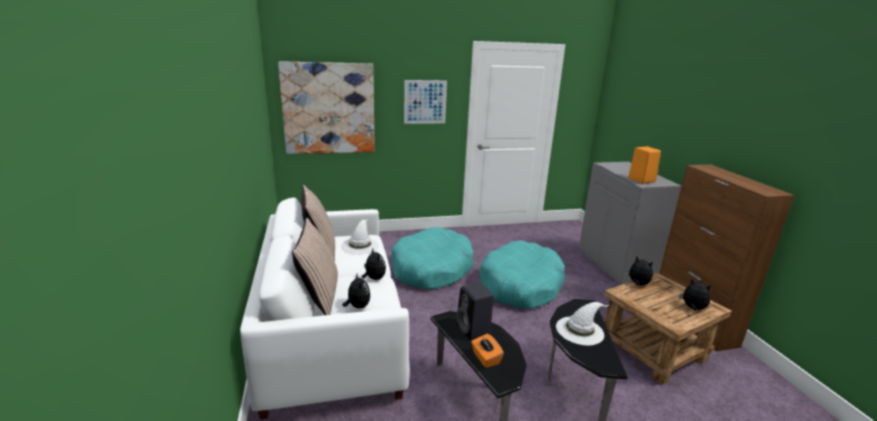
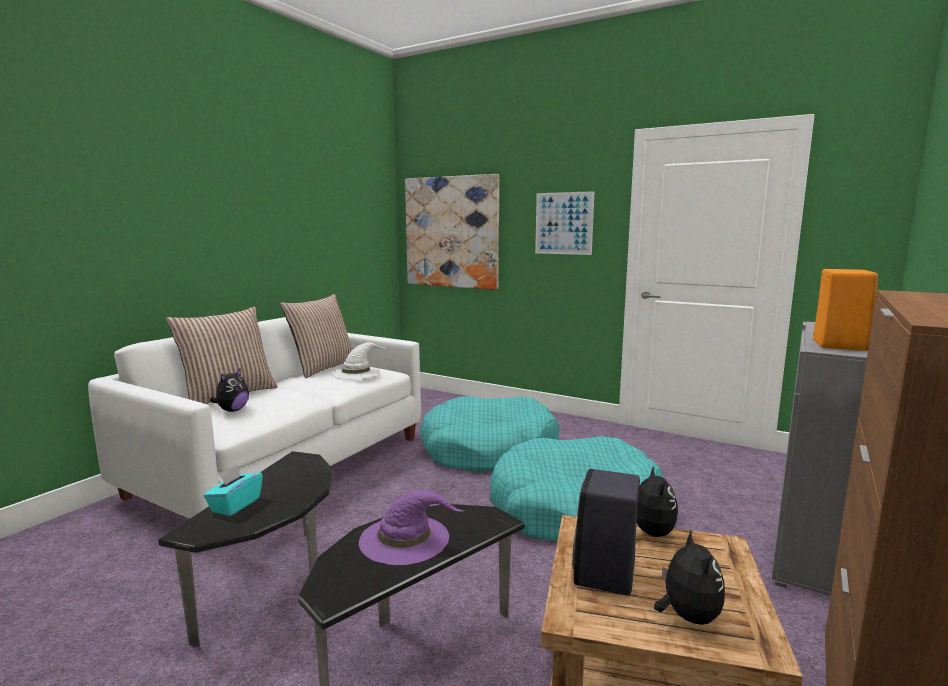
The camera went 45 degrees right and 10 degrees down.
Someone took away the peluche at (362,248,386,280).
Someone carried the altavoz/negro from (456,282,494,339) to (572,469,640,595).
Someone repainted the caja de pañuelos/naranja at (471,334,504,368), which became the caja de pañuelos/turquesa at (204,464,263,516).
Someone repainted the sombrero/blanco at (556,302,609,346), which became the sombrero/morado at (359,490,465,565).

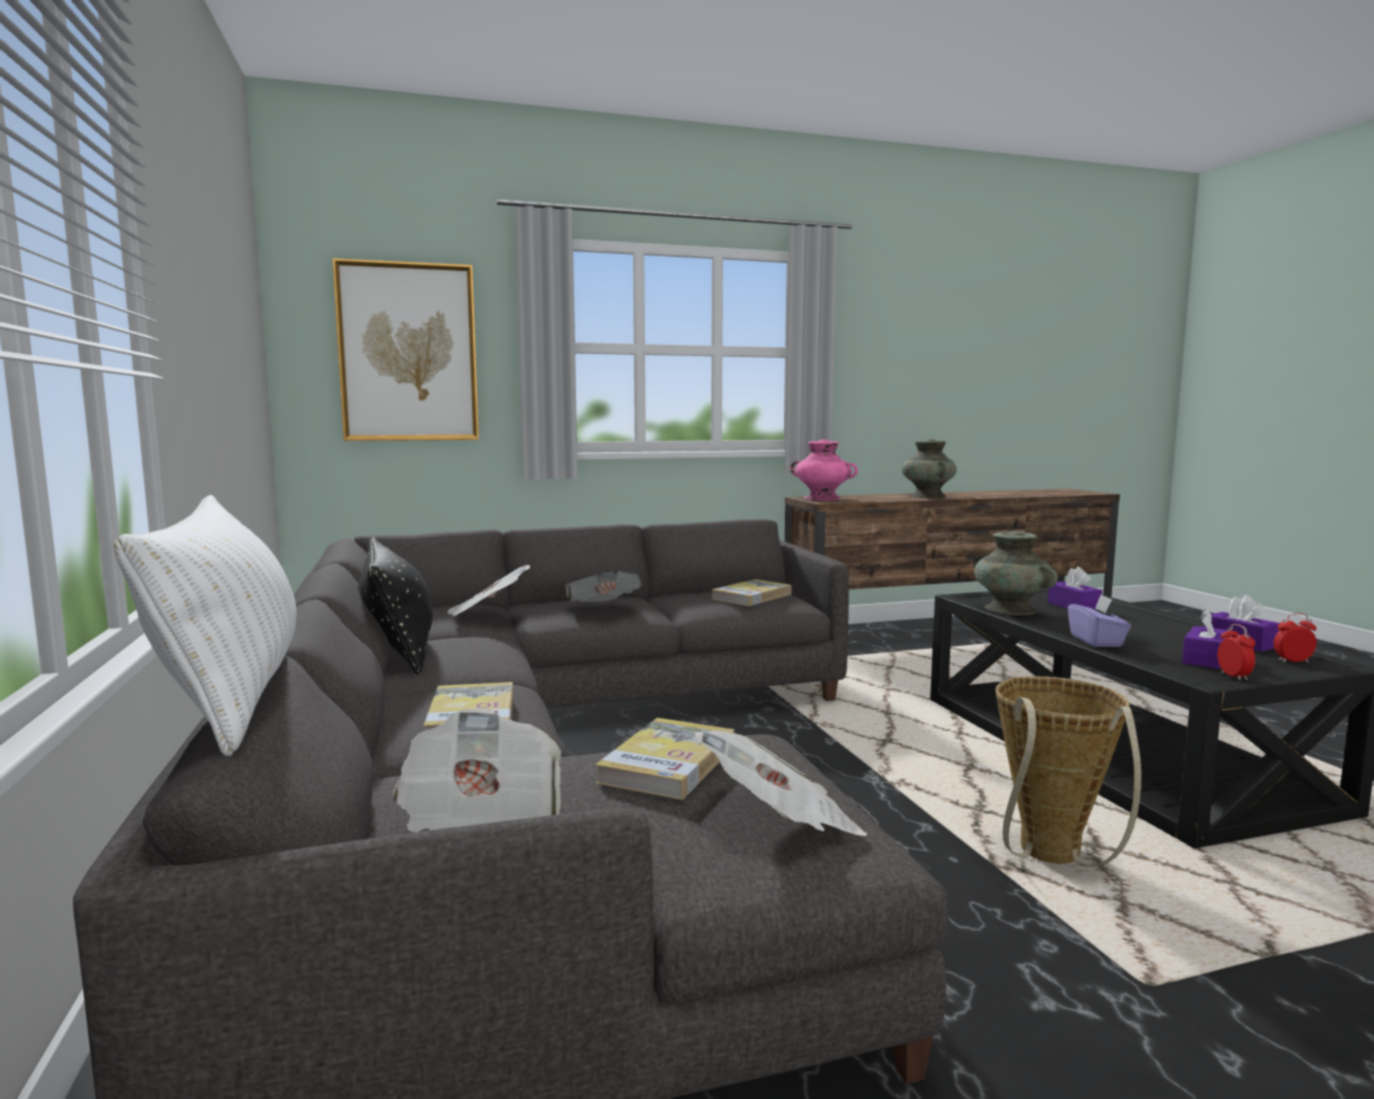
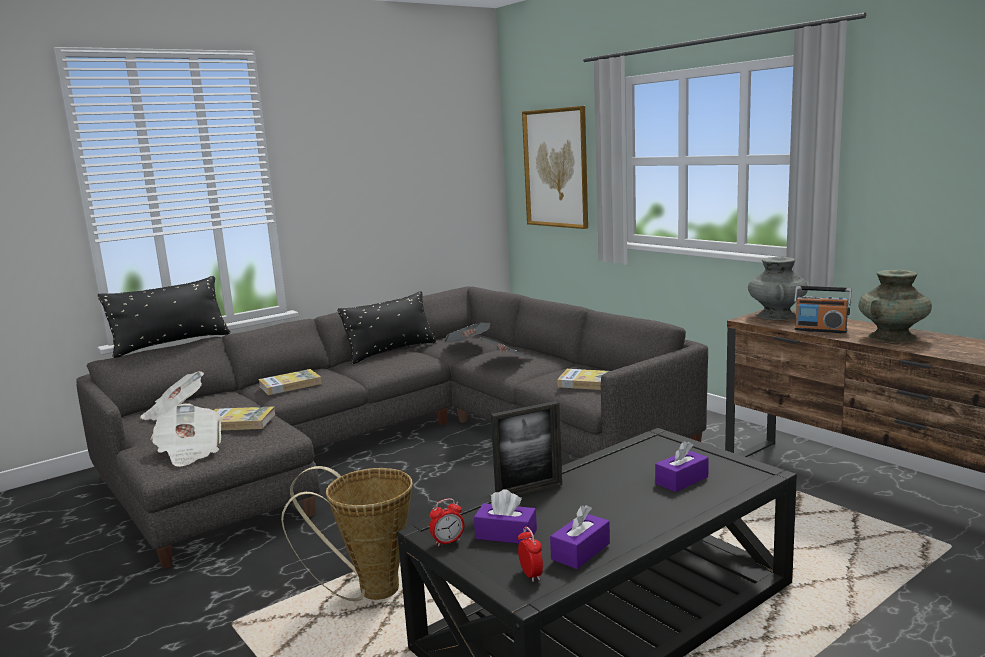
The camera went 70 degrees right and 5 degrees up.
Someone repainted the cojín/blanco at (113,495,297,756), which became the cojín/negro at (98,276,230,358).
Someone repainted the florero/rosa at (790,440,858,501), which became the florero/gris at (748,257,808,320).
Someone took away the florero/turquesa at (973,531,1058,615).
Someone swapped the caja de pañuelos/morado at (1068,594,1131,647) for the portarretratos at (491,401,562,496).
Someone put down the radio at (794,286,852,333).

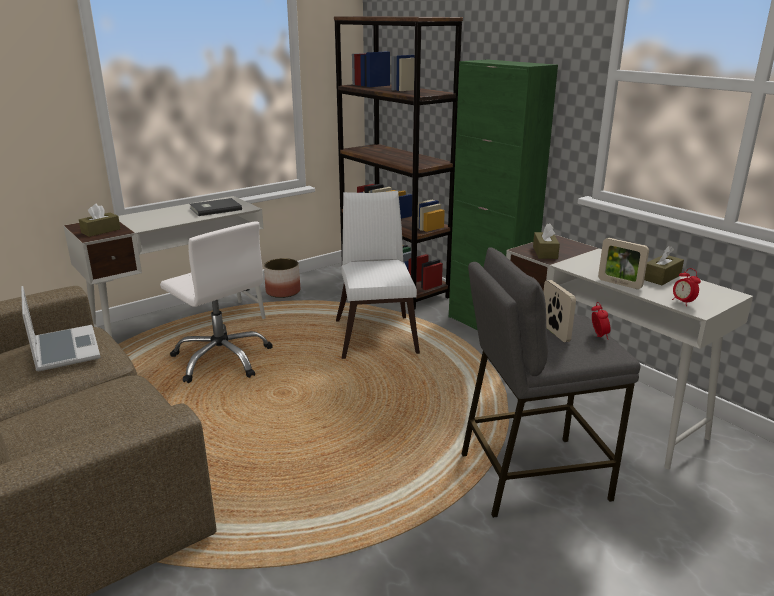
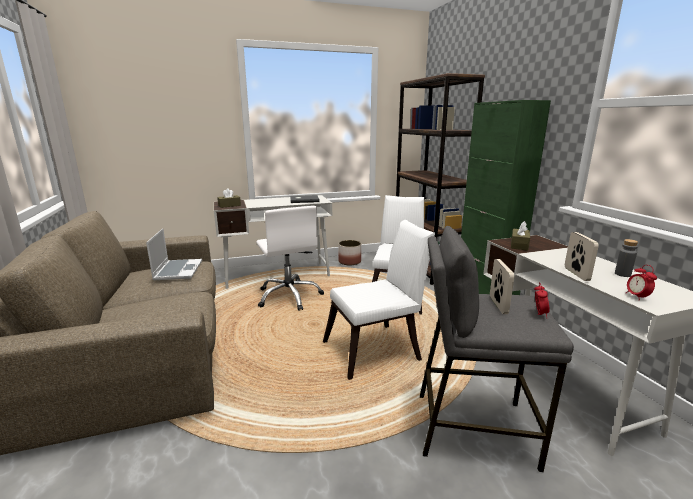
The camera went 20 degrees right and 5 degrees down.
Someone rotated the portarretratos at (598,238,649,289) by 150 degrees counterclockwise.
Someone swapped the caja de pañuelos/marrón at (644,246,684,285) for the botella/gris at (615,239,638,277).
Someone put down the silla/blanco at (323,220,435,380).

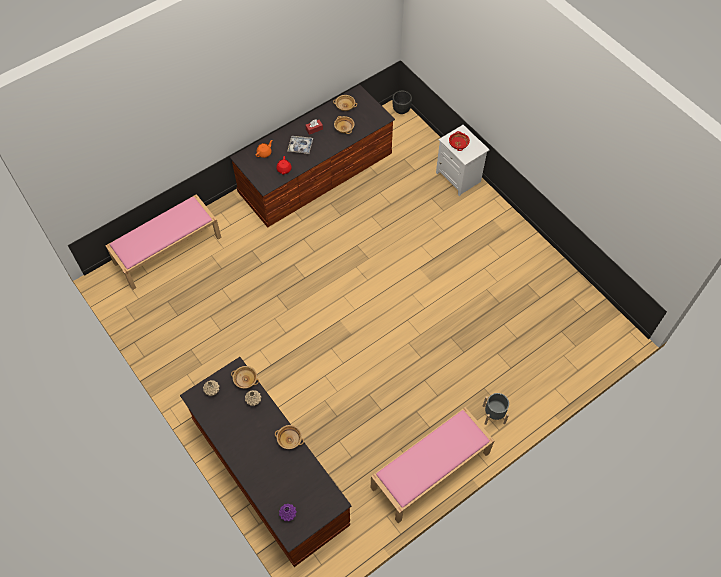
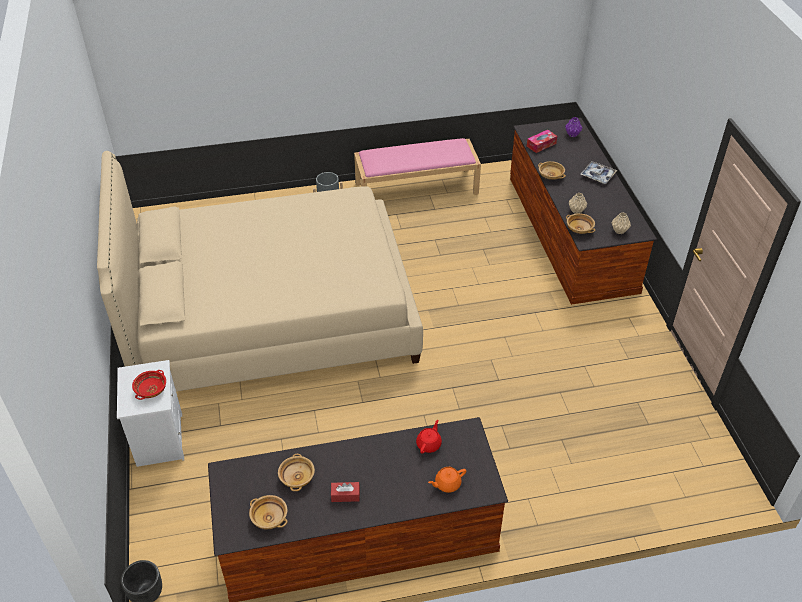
The camera went 155 degrees left and 15 degrees down.
Someone took away the banco/rosa at (106,194,221,290).
Someone carried the bandeja from (288,136,313,154) to (580,161,617,184).
Someone put down the cama/beis at (97,151,423,392).
Someone put down the caja de pañuelos at (527,130,557,153).

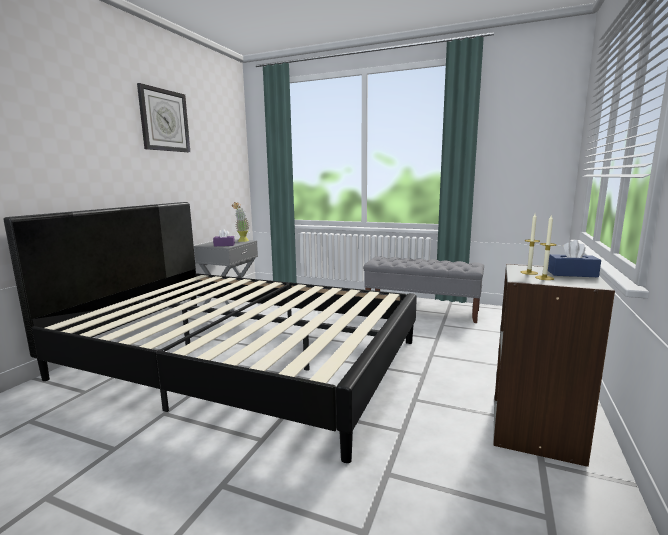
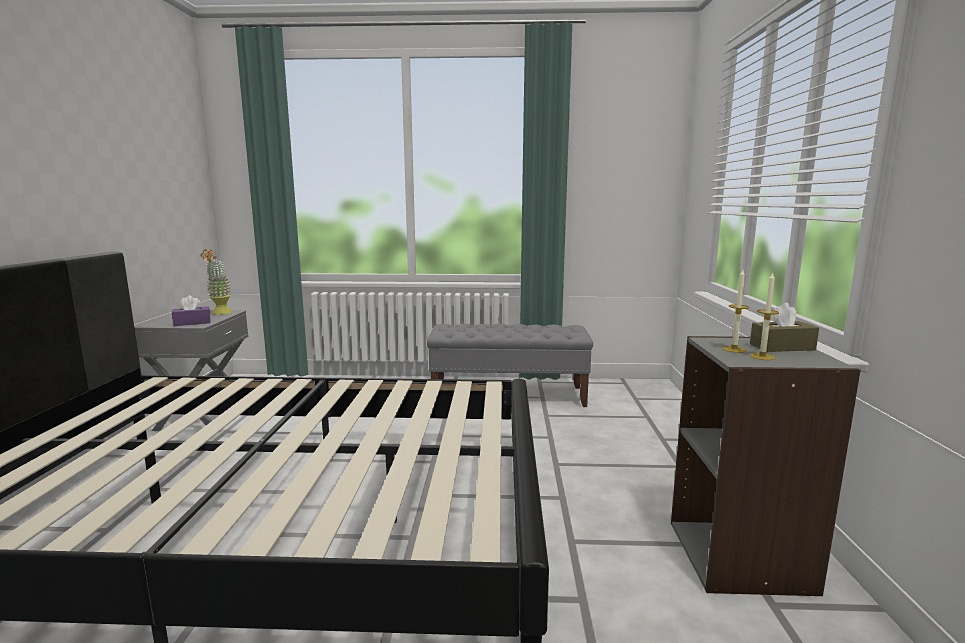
The camera went 20 degrees left and 0 degrees up.
Someone took away the reloj de pared at (137,83,190,152).
Someone repainted the caja de pañuelos/azul at (548,240,601,277), which became the caja de pañuelos/marrón at (750,303,819,352).

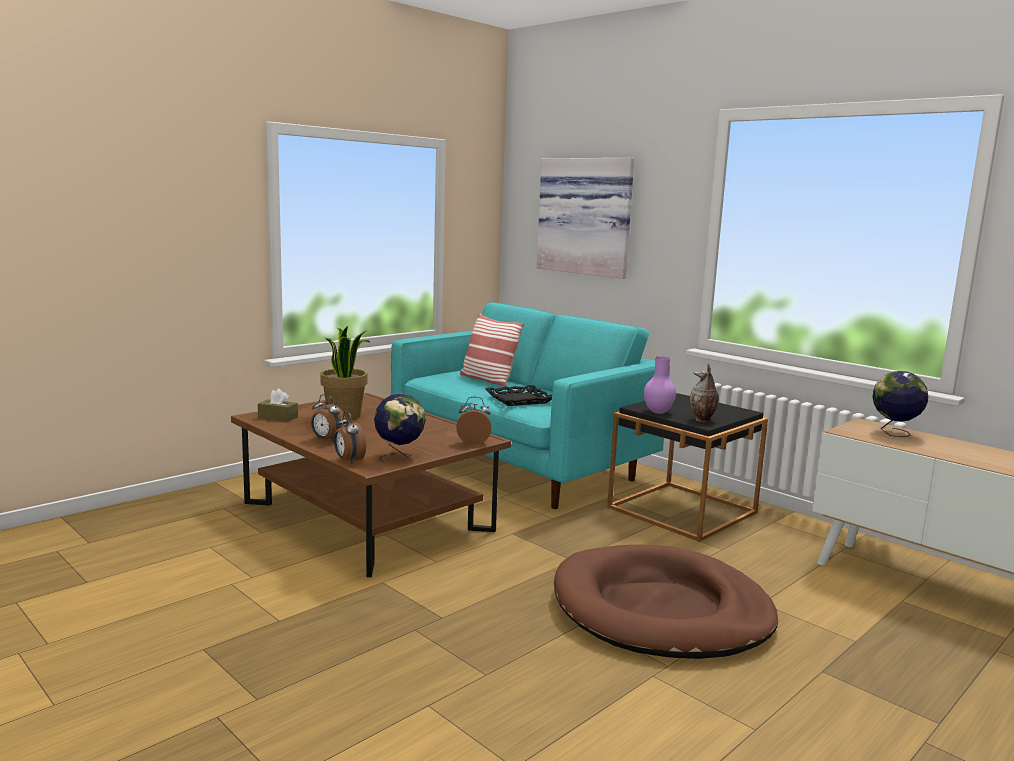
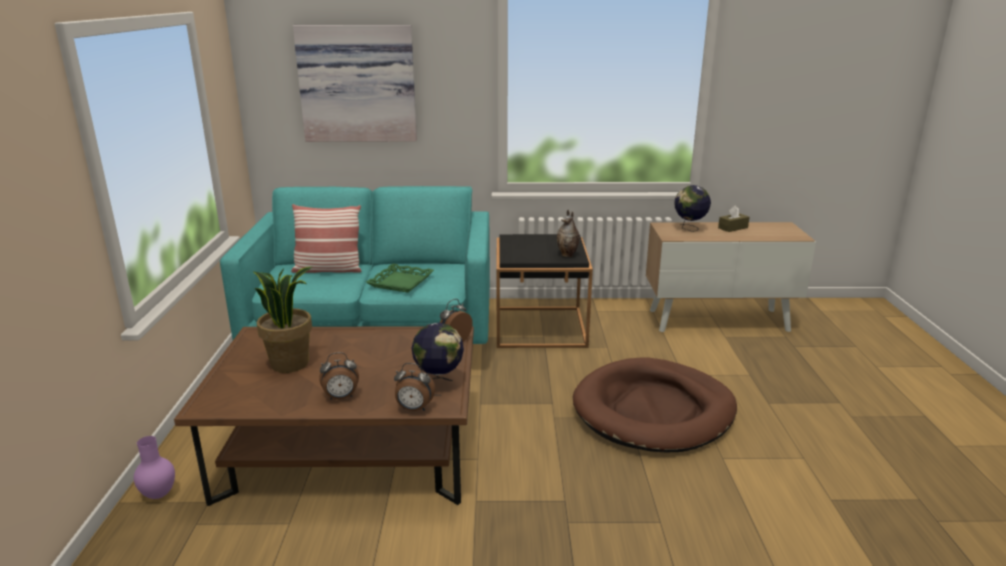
The camera went 45 degrees left and 10 degrees up.
Someone carried the caja de pañuelos/marrón from (258,389,298,422) to (718,205,750,232).
Someone repainted the bandeja/negro at (486,385,552,406), which became the bandeja/verde at (366,263,434,293).
Someone carried the florero/morado from (644,356,676,414) to (134,436,175,499).

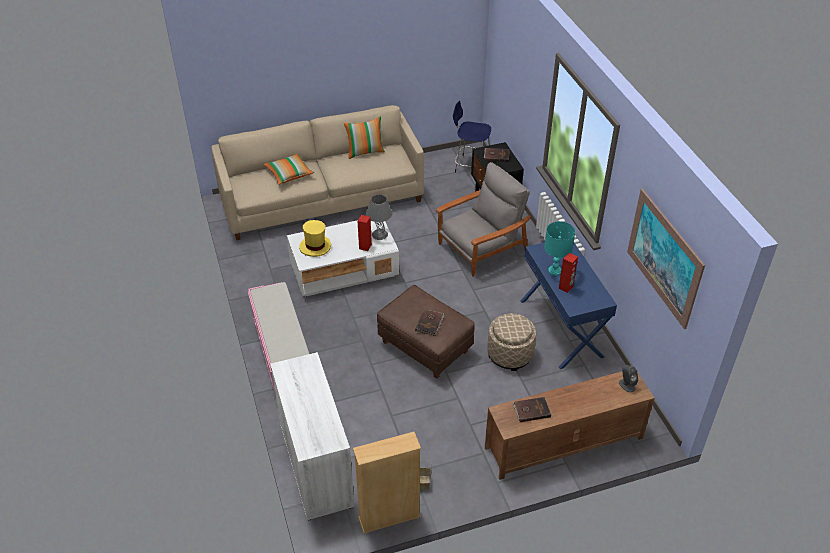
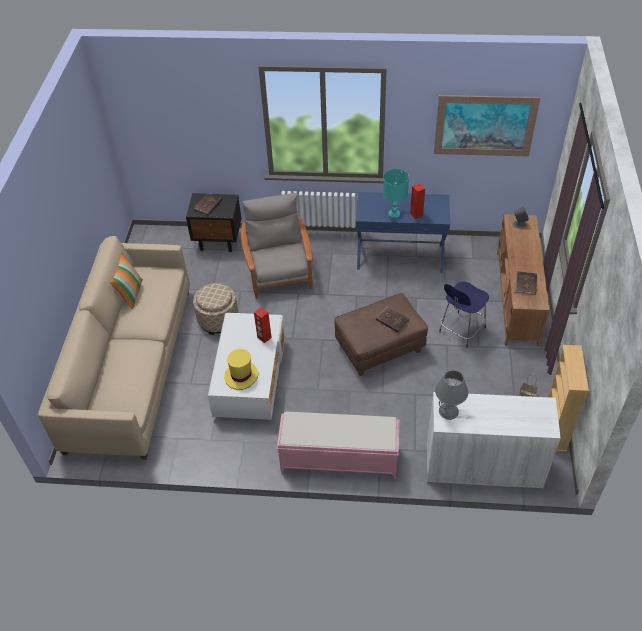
The camera went 65 degrees left and 5 degrees up.
Someone took away the cojín at (264,154,314,185).
Someone carried the lámpara de mesa/gris from (366,194,392,240) to (435,370,468,420).
Someone carried the taburete/azul from (453,101,491,173) to (439,281,489,348).
Someone carried the puf/beis from (487,313,536,371) to (193,283,238,335).

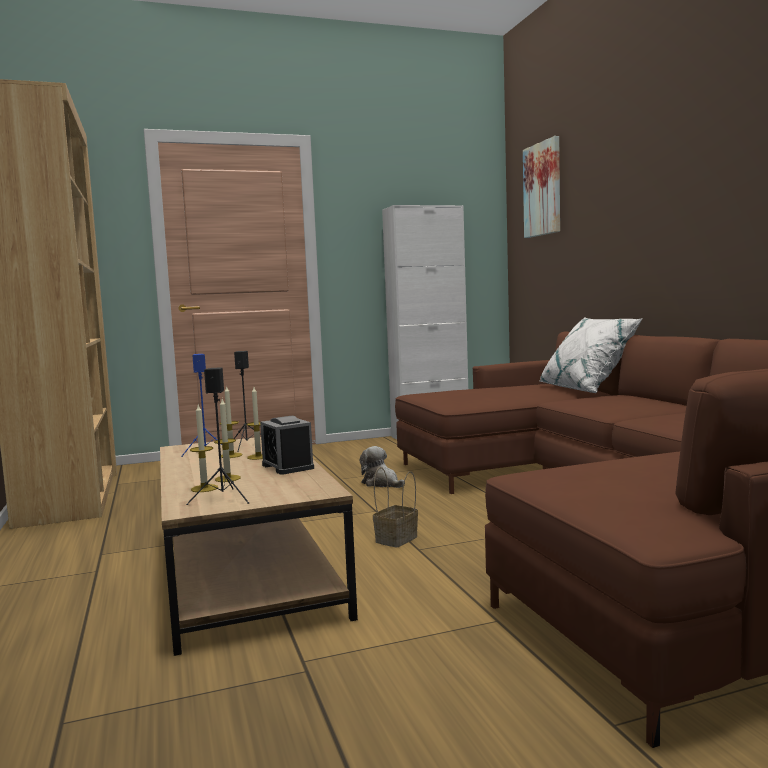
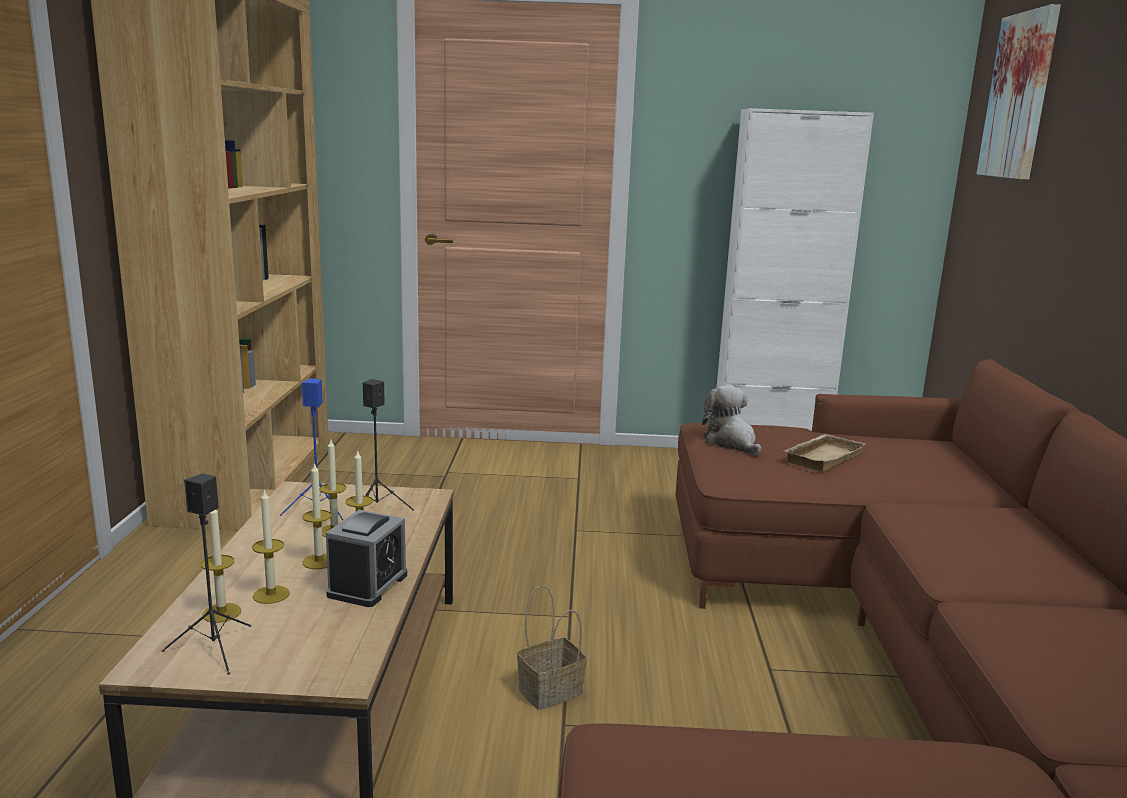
The camera went 20 degrees right and 10 degrees up.
Someone rotated the despertador at (260,416,314,475) by 150 degrees counterclockwise.
Someone carried the peluche from (360,446,405,488) to (702,385,762,456).
Someone took away the cojín/blanco at (540,317,643,393).
Someone put down the vela at (302,462,332,569).
Someone put down the bandeja/beis at (784,434,865,472).

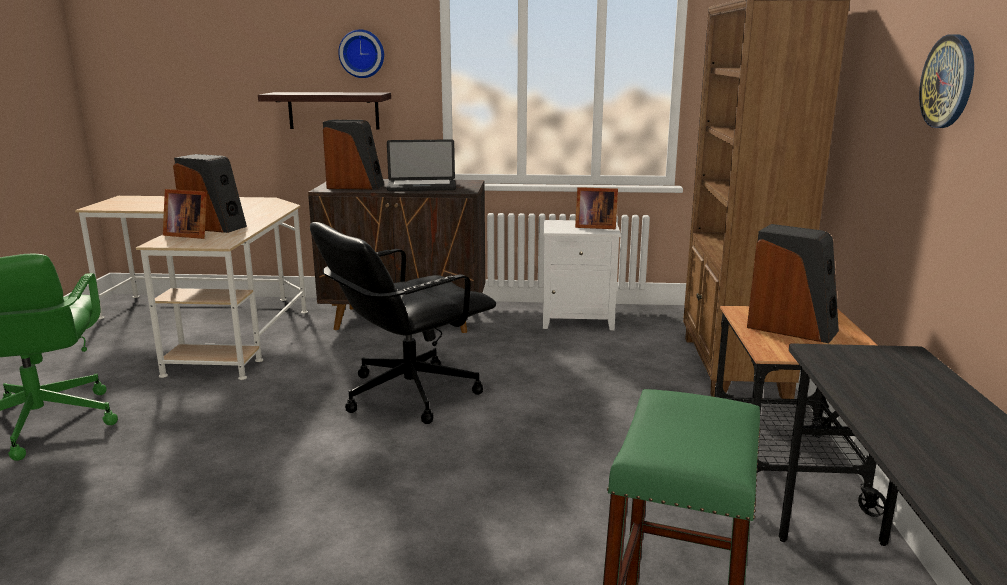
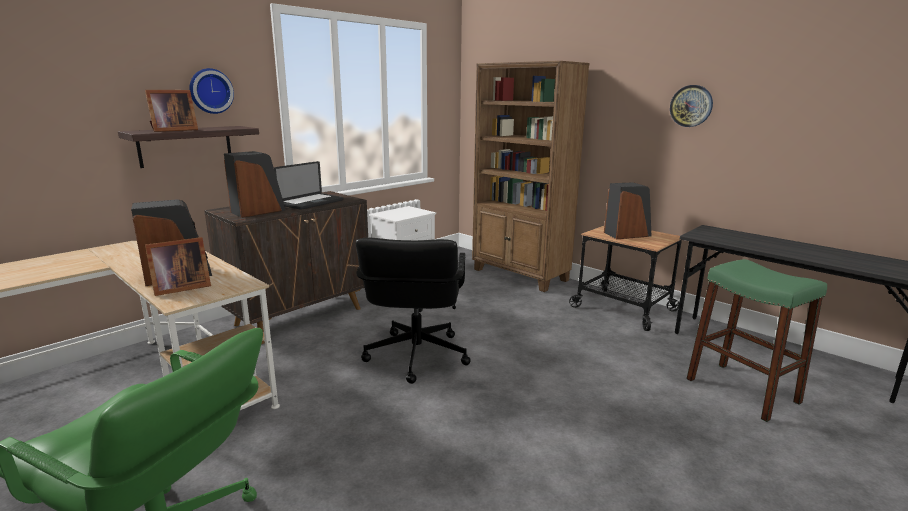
The camera went 50 degrees left and 0 degrees up.
Someone carried the portarretratos from (575,187,618,229) to (145,90,198,132).

